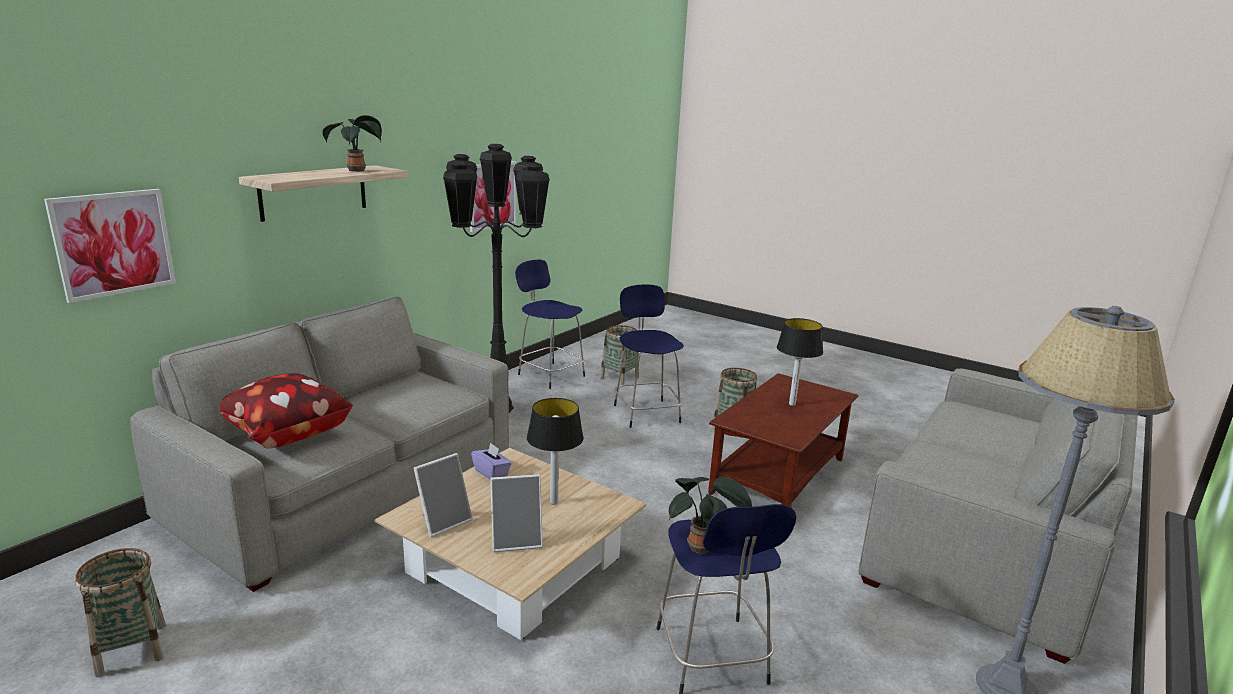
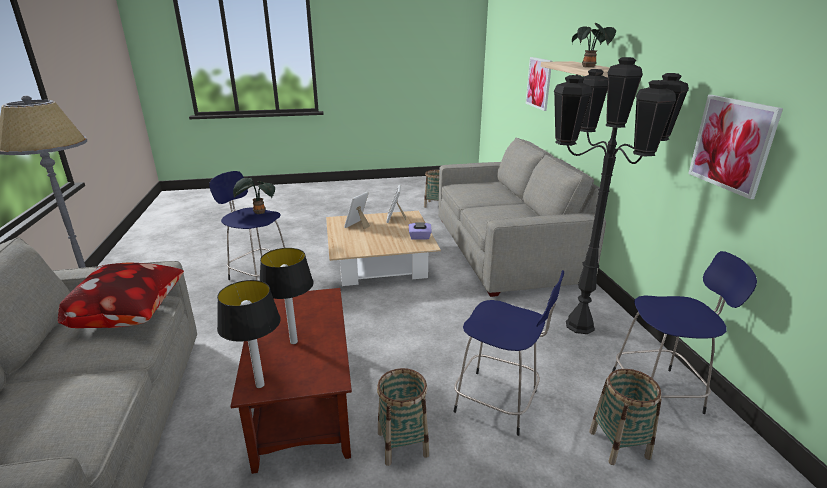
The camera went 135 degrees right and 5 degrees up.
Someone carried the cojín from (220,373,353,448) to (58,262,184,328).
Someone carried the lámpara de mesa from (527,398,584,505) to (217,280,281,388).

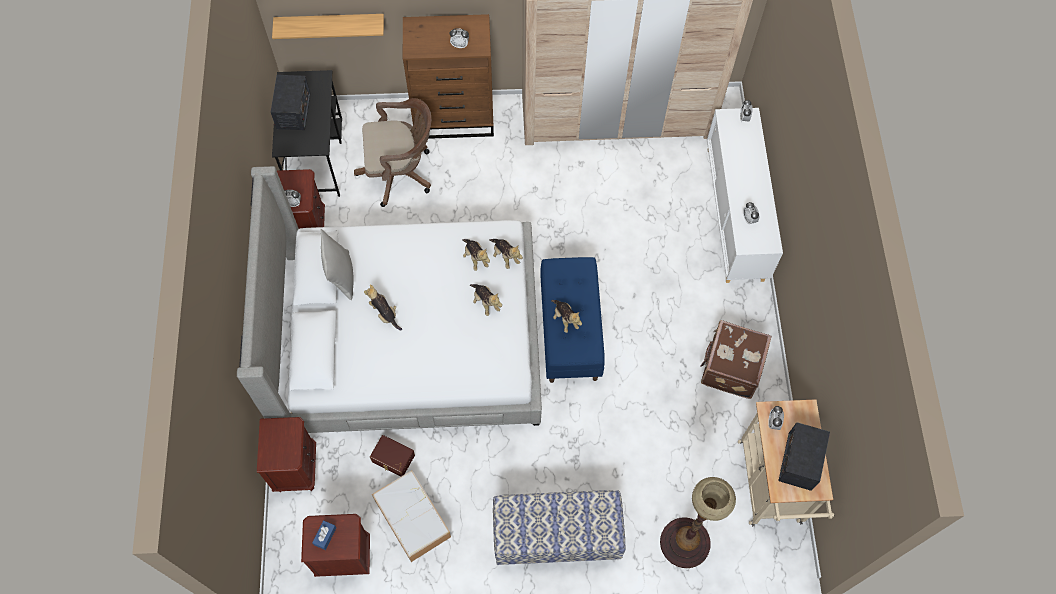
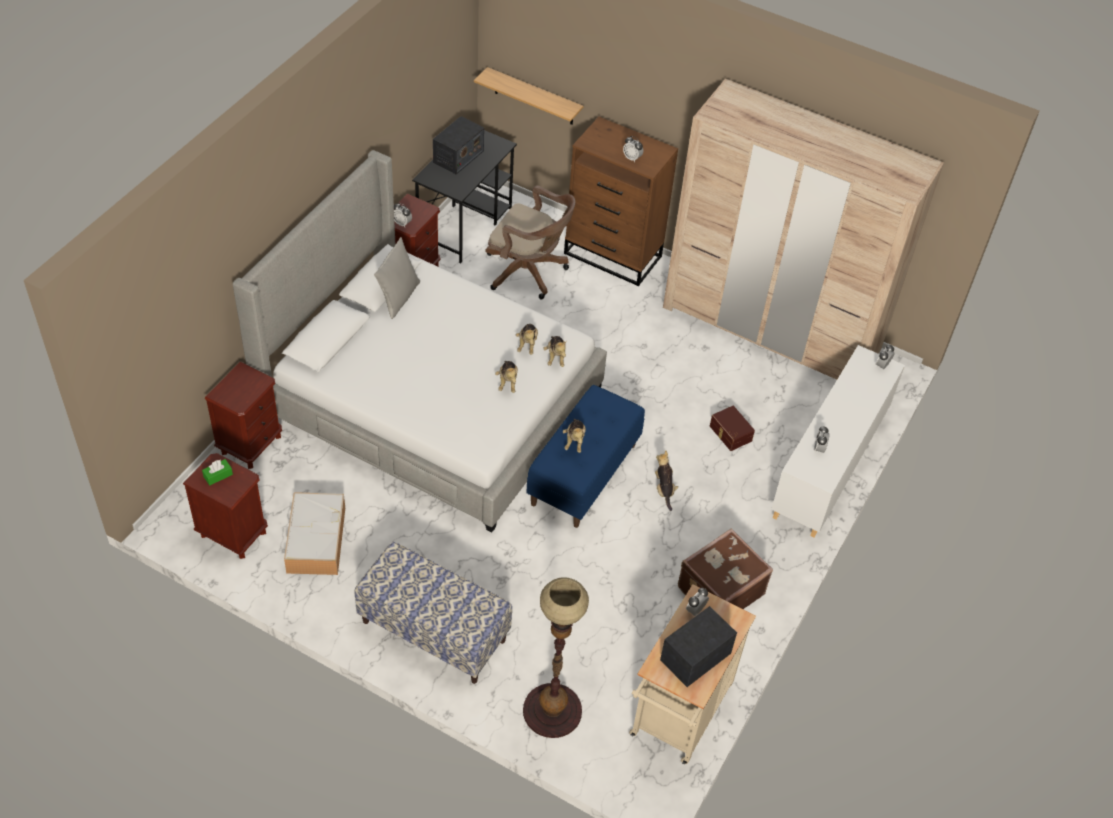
The camera went 30 degrees right and 15 degrees down.
Someone repainted the caja de pañuelos/azul at (312,520,336,550), which became the caja de pañuelos/verde at (202,459,233,486).
Someone carried the peluche from (364,284,402,331) to (655,450,678,511).
Someone carried the caja de almacenaje/marrón from (370,435,415,476) to (710,406,755,451).

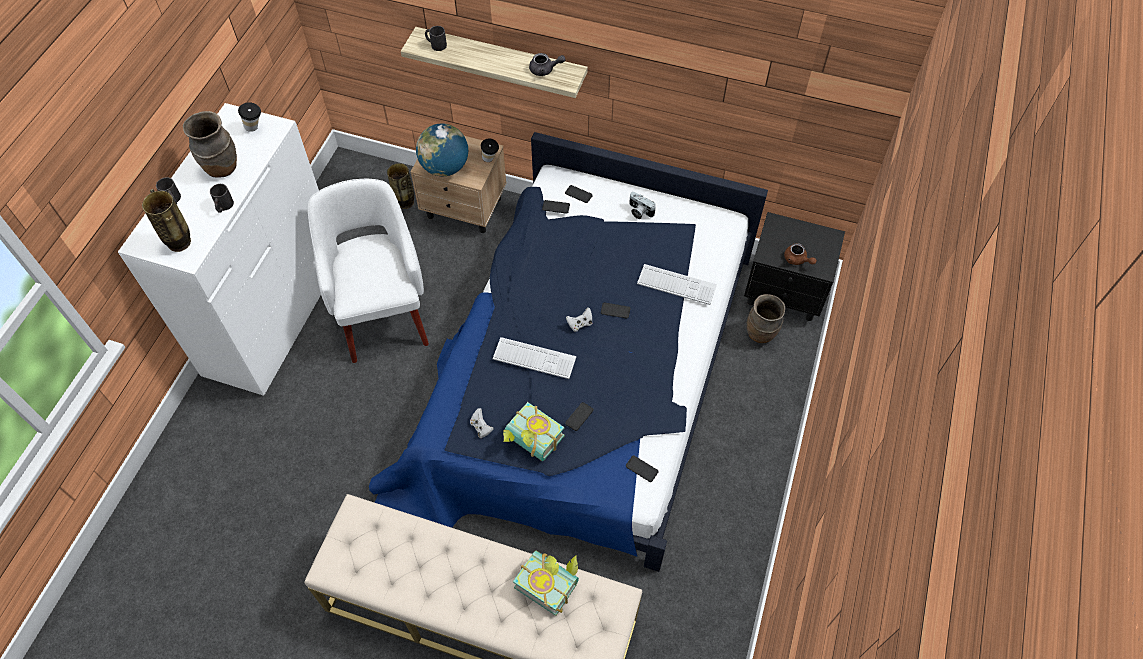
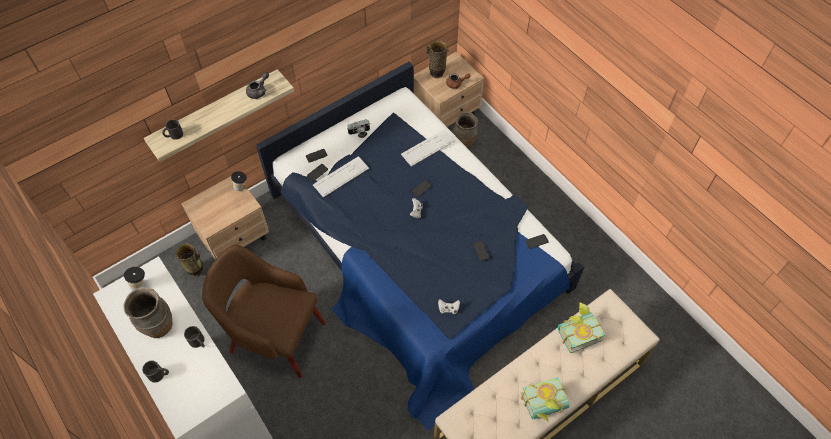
The camera went 55 degrees left and 0 degrees up.
Someone carried the florero from (142,189,191,252) to (426,41,449,78).
Someone repainted the sillón/blanco at (308,179,429,363), which became the sillón/marrón at (202,245,326,378).
Someone took away the globo terráqueo at (416,124,468,176).
Someone carried the teclado from (493,337,576,379) to (313,156,369,198).
Someone carried the libro from (503,402,565,461) to (521,377,569,421).
Someone repainted the mesita de noche/negro at (744,212,845,321), which became the mesita de noche/beis at (414,52,484,127).

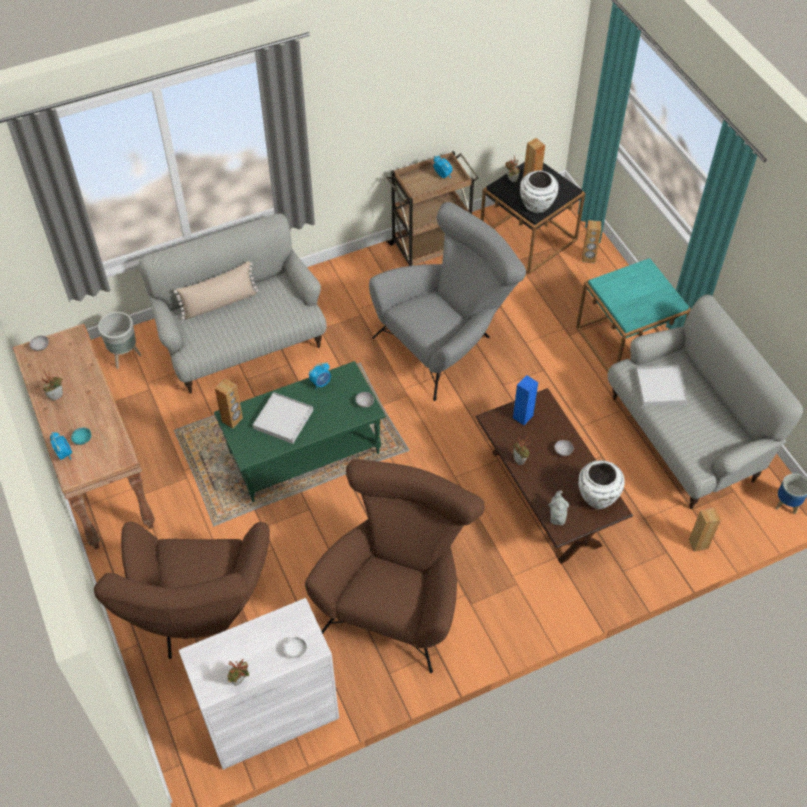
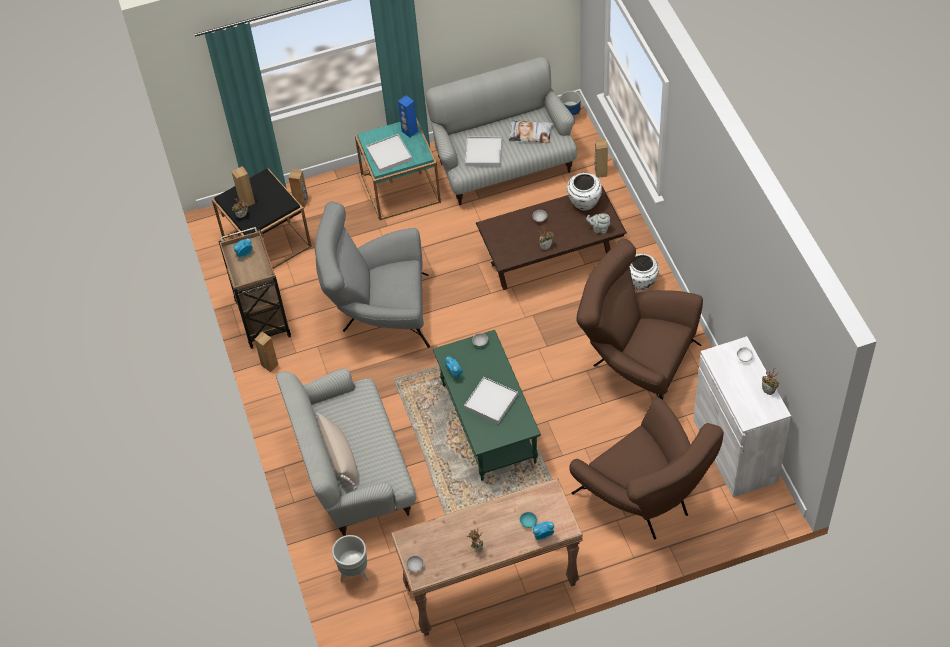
The camera went 80 degrees left and 0 degrees up.
Someone rotated the sillón/marrón at (94,522,270,659) by 45 degrees clockwise.
Someone carried the altavoz/marrón from (215,379,243,429) to (254,332,278,372).
Someone rotated the sillón/gris at (369,202,526,401) by 60 degrees counterclockwise.
Someone carried the altavoz/azul from (513,375,538,425) to (398,95,418,137).
Someone carried the florero/blanco from (520,171,559,213) to (630,253,659,291).
Someone put down the bandeja/blanco at (366,134,412,173).
Someone put down the cojín at (509,121,553,143).

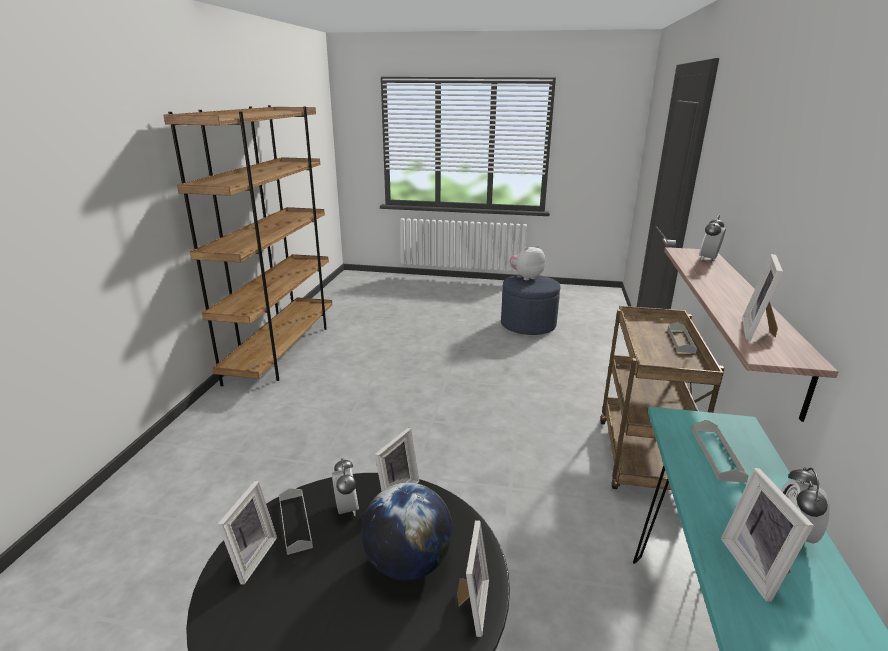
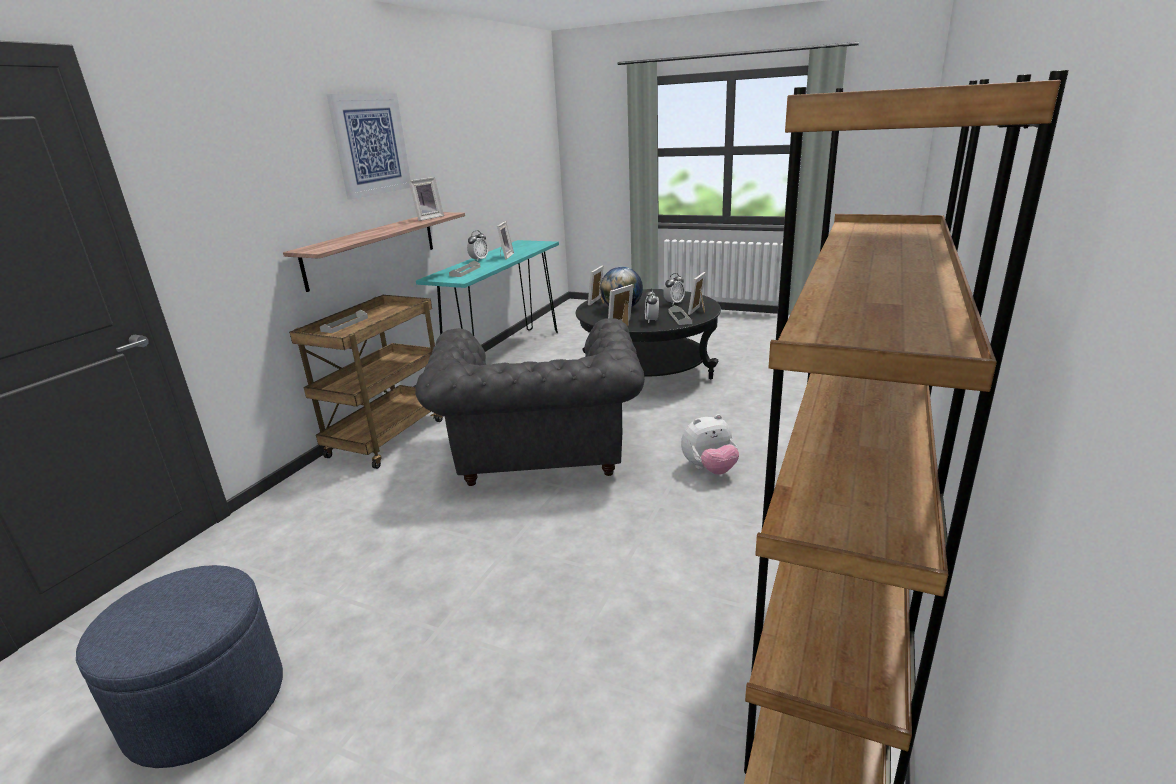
The camera went 165 degrees left and 0 degrees up.
Someone carried the peluche from (510,245,545,280) to (681,414,739,475).
Someone carried the despertador from (699,215,726,261) to (663,273,685,304).
Someone put up the cuadro at (327,94,411,200).
Someone put down the sillón/gris at (415,318,645,486).

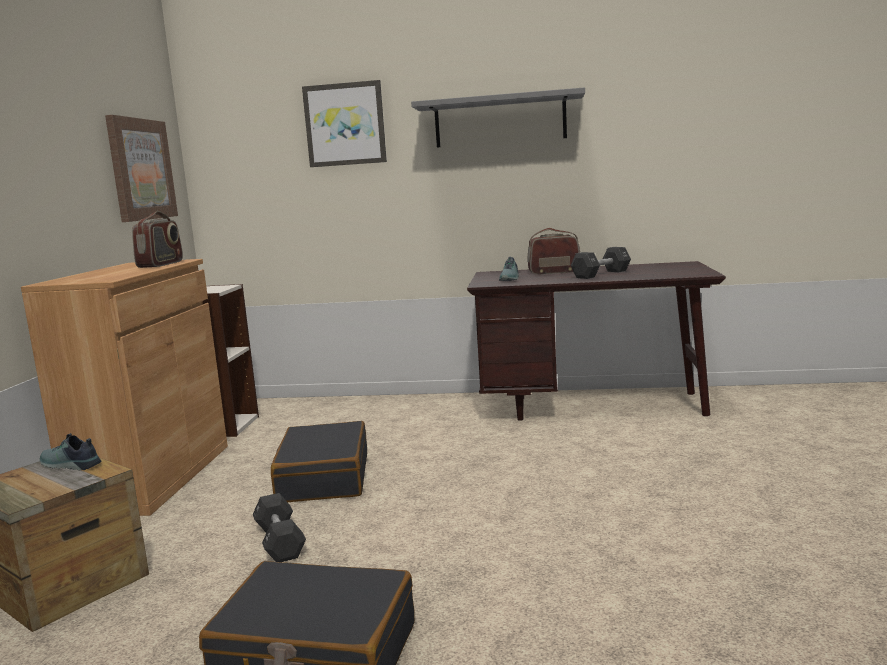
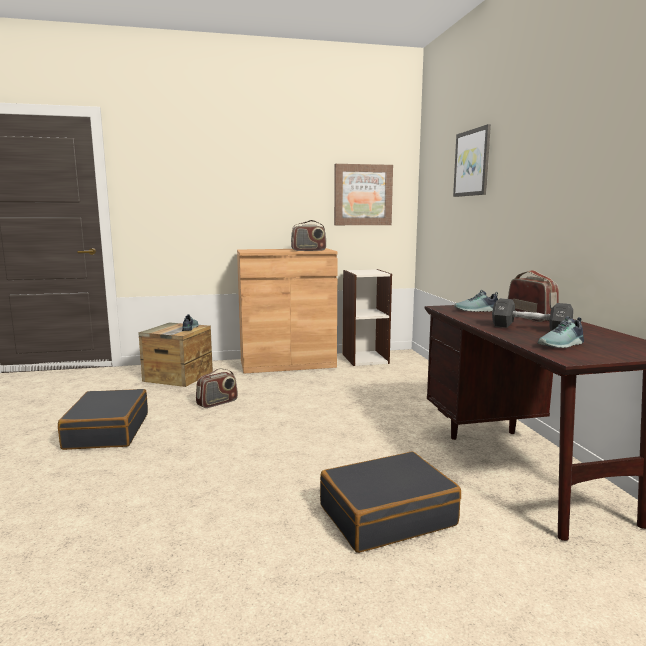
The camera went 70 degrees right and 0 degrees up.
Someone swapped the mancuerna/negro at (253,493,306,562) for the radio at (196,369,238,408).
Someone carried the maleta/negro from (271,421,367,502) to (320,451,461,553).
Someone took away the estante/gris at (411,87,585,148).
Someone put down the zapato at (538,316,584,348).

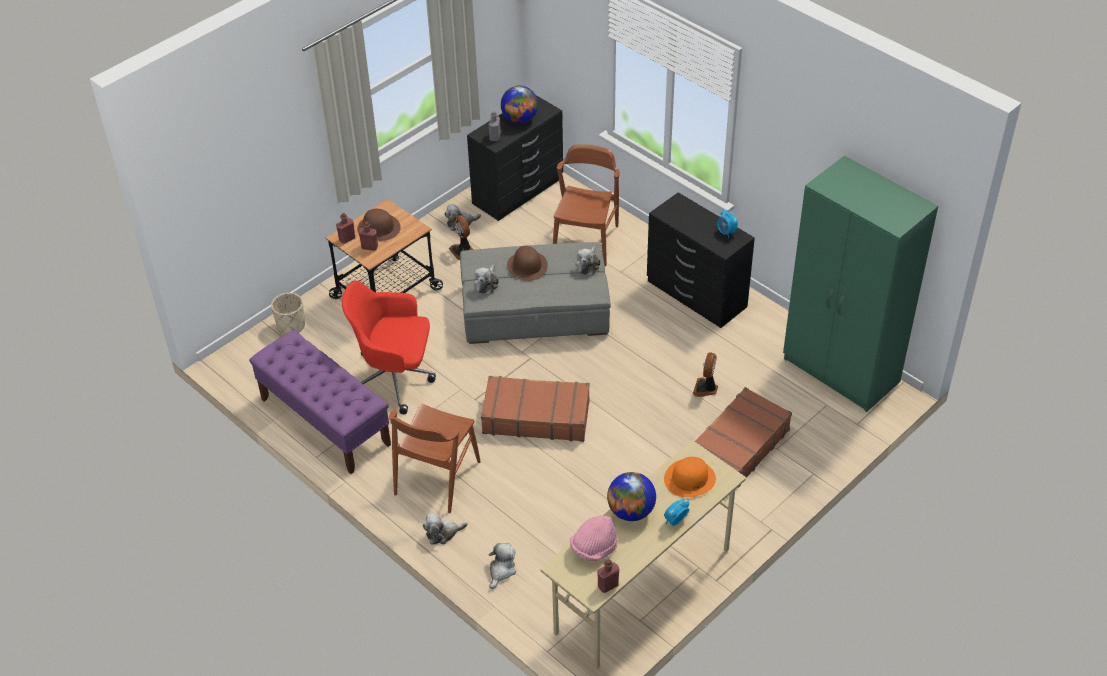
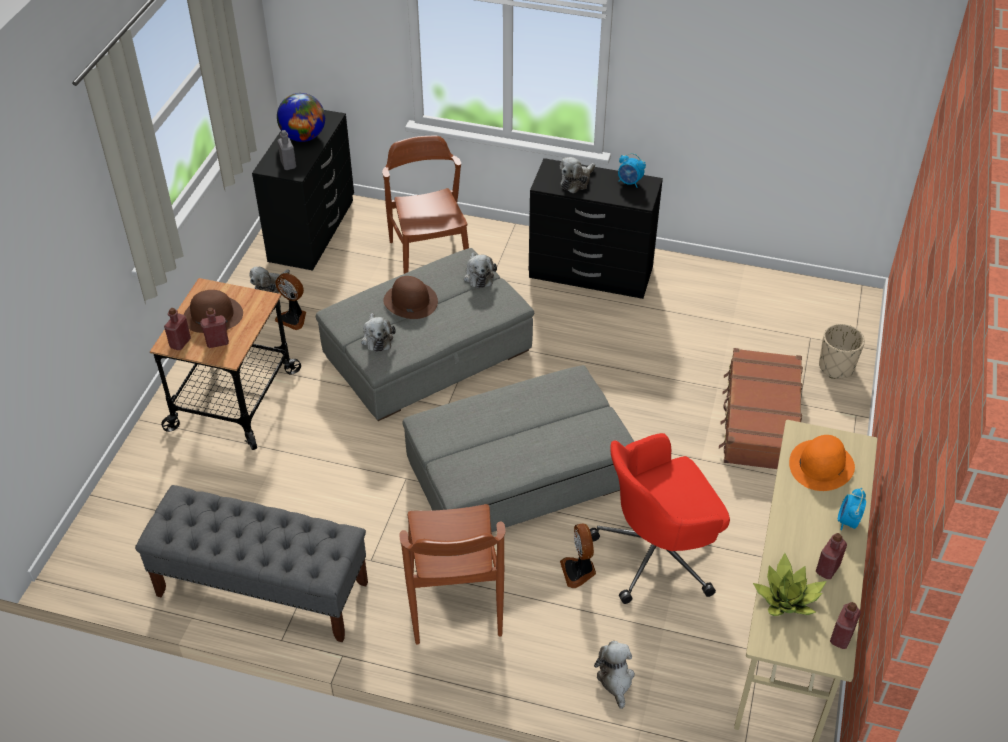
The camera went 30 degrees left and 0 degrees up.
Someone repainted the banco/morado at (249,330,391,474), which became the banco/gris at (135,485,368,642).
Someone carried the maceta/beis from (271,293,305,335) to (819,324,865,379).
Someone carried the silla de oficina/rojo from (342,280,436,414) to (590,433,730,604).
Someone carried the peluche from (423,513,468,545) to (560,157,595,193).
Someone swapped the maleta/marrón at (481,376,590,442) for the puf/gris at (403,365,634,532).
Someone swapped the sombrero/rosa at (570,515,618,561) for the planta en maceta at (753,553,827,616).
Someone took away the globo terráqueo at (607,472,656,521).
Someone carried the ventilador from (693,352,718,397) to (560,523,596,588).
Someone took away the armario ropero/verde at (783,156,938,412).
Someone put down the botella/rojo at (816,533,847,579).

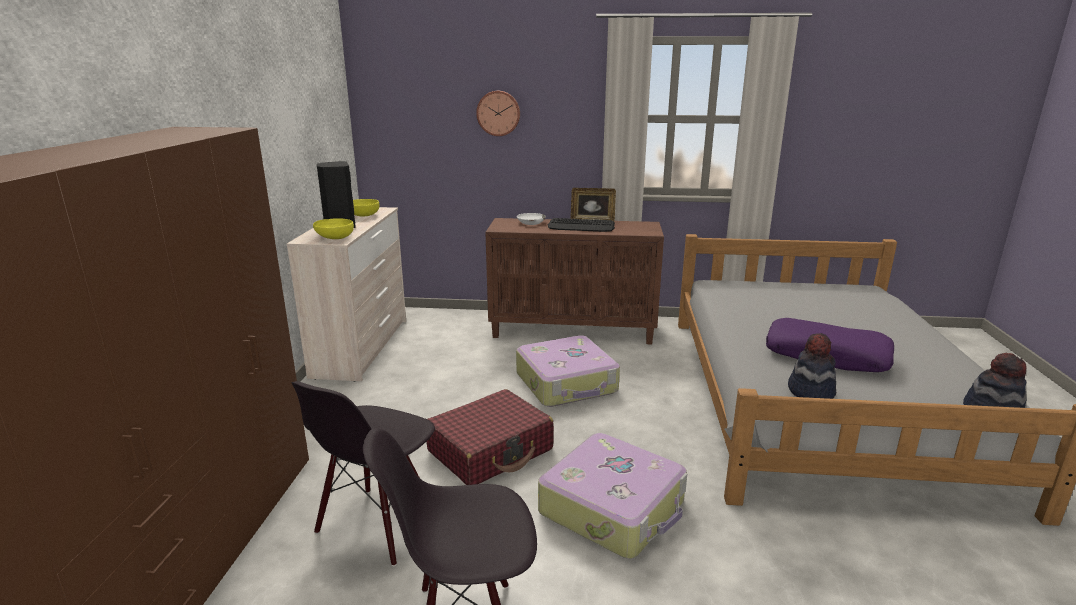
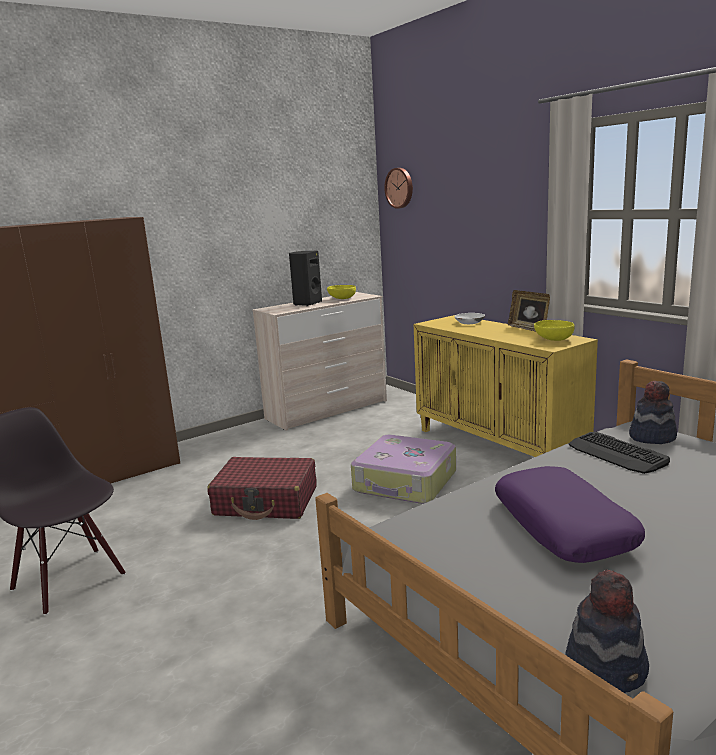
The camera went 50 degrees right and 5 degrees down.
Someone took away the silla/negro at (292,381,435,566).
Someone carried the cuenco/amarillo from (313,218,354,239) to (534,320,575,341).
Someone carried the reloj de pared from (476,91,520,136) to (384,168,413,209).
Someone repainted the armario/marrón at (485,218,664,344), which became the armario/amarillo at (414,315,598,457).
Someone took away the maleta at (538,433,687,559).
Someone carried the teclado from (548,218,615,232) to (569,432,670,474).
Someone carried the sombrero from (788,333,836,399) to (629,381,677,444).

